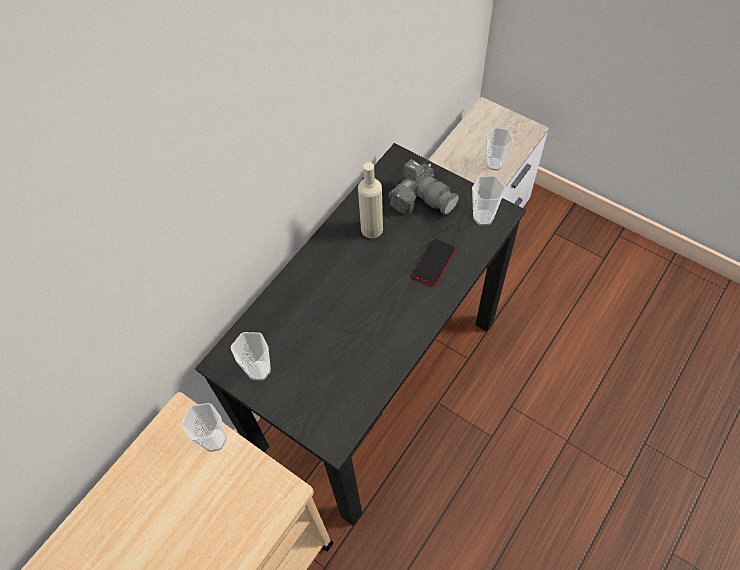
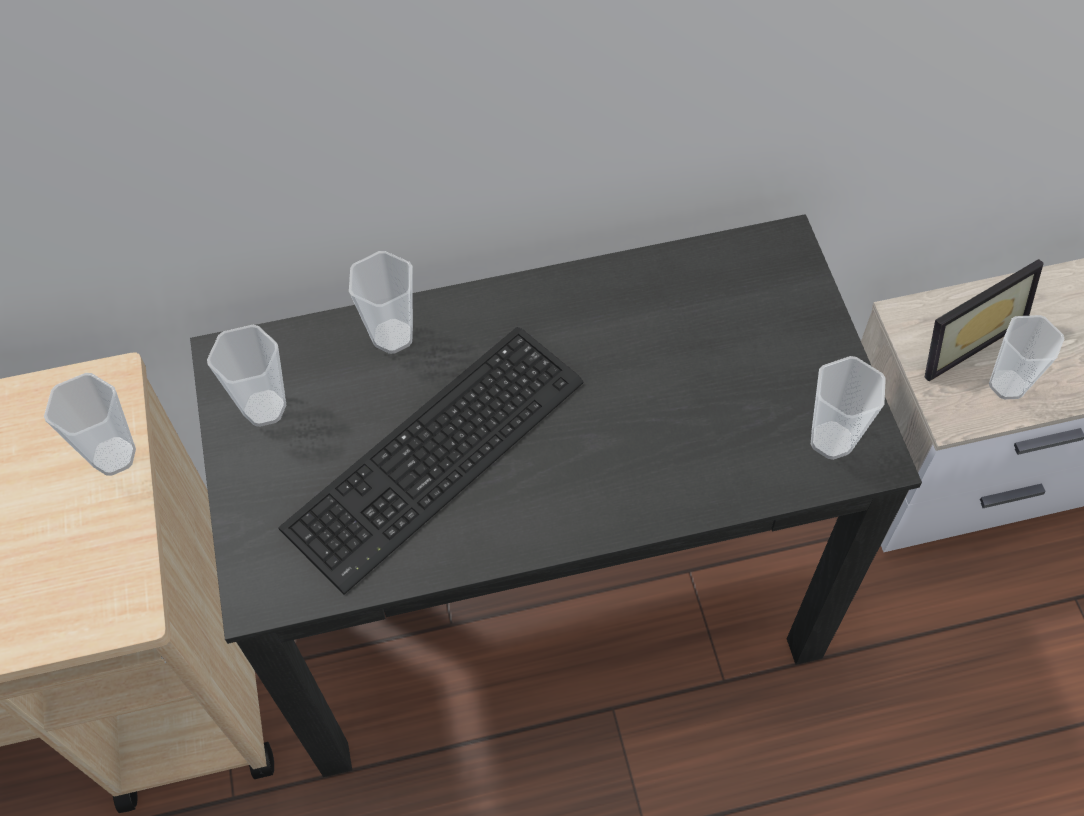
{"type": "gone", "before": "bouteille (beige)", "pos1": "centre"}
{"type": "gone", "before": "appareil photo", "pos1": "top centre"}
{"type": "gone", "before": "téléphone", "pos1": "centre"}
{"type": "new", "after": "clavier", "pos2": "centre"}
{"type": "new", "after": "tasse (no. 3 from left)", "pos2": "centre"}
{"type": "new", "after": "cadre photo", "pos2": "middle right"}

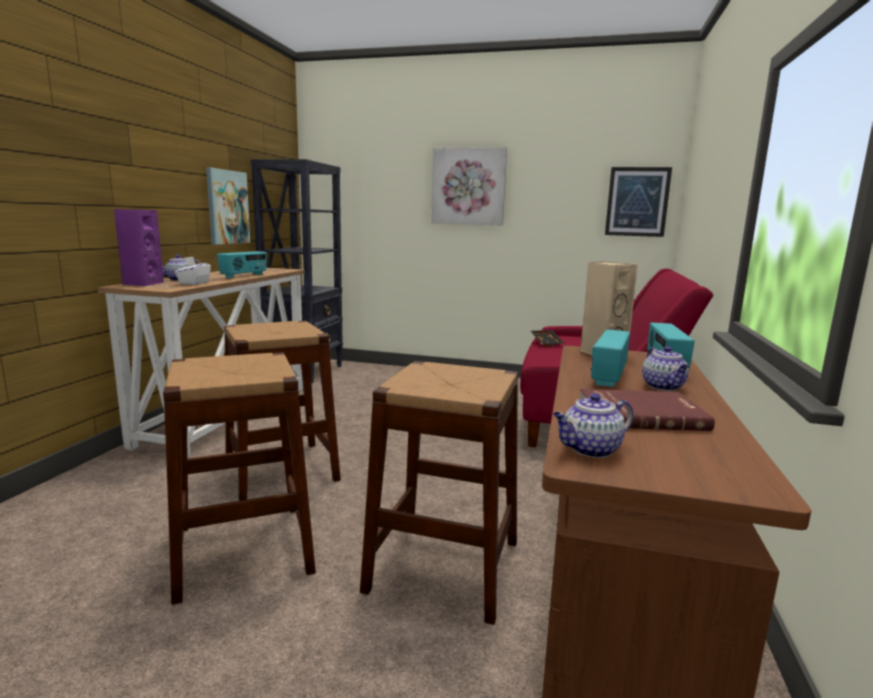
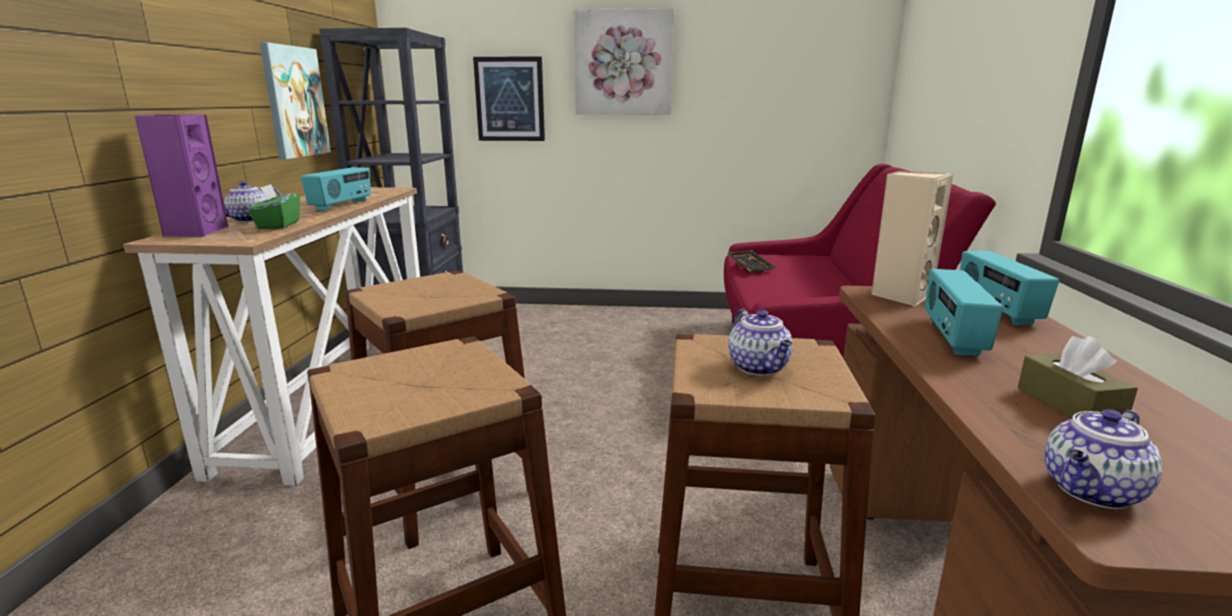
{"type": "shifted", "before": "tableau (no. 3 from left in the first image)", "after": "tableau (no. 2 from left)", "pos1": "top right", "pos2": "top centre"}
{"type": "shifted", "before": "théière (no. 3 from left in the first image)", "after": "théière (no. 2 from left)", "pos1": "middle right", "pos2": "centre"}
{"type": "swapped", "before": "livre (rouge)", "after": "boîte à mouchoirs (marron)", "pos1": "middle right", "pos2": "middle right"}
{"type": "repainted", "before": "boîte à mouchoirs (blanc)", "after": "boîte à mouchoirs (vert)", "pos1": "middle left", "pos2": "middle left"}

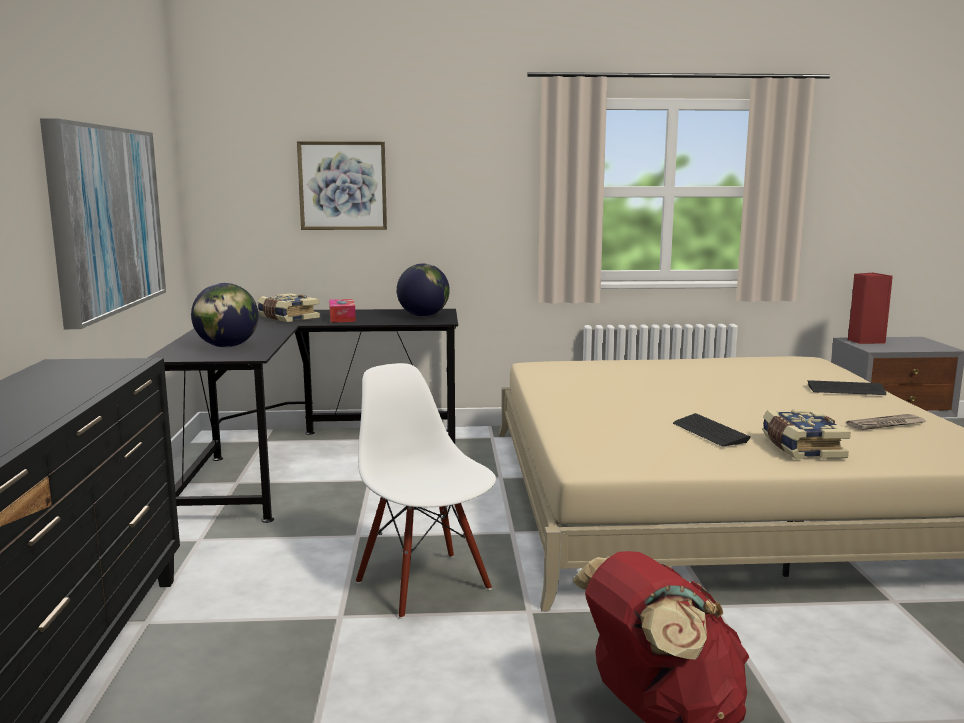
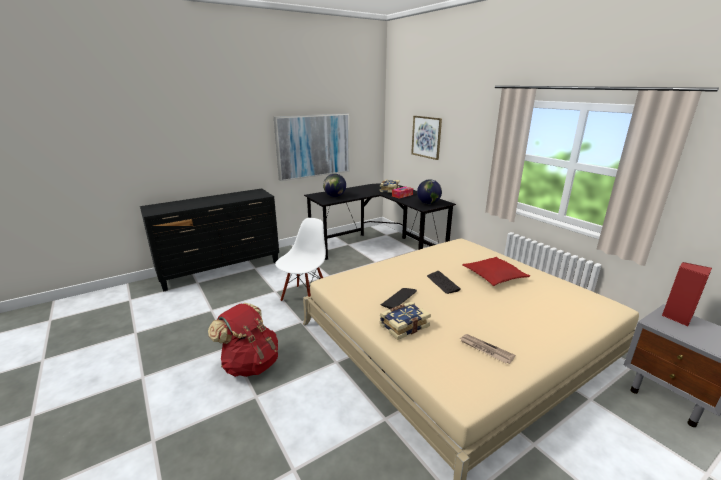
{"type": "new", "after": "coussin (rouge)", "pos2": "middle right"}
{"type": "shifted", "before": "clavier (no. 2 from left)", "pos1": "middle right", "pos2": "centre"}

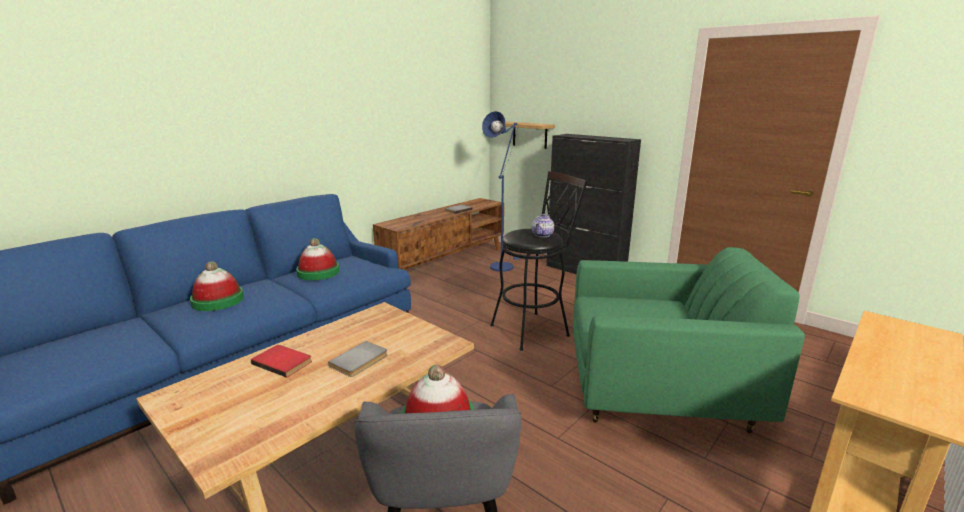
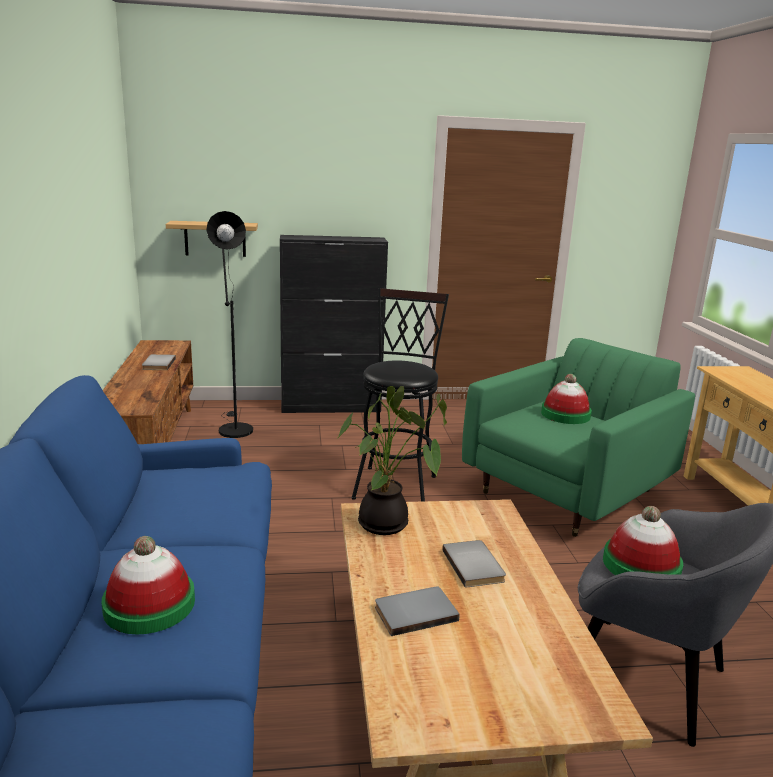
{"type": "gone", "before": "théière", "pos1": "centre"}
{"type": "new", "after": "plante en pot", "pos2": "centre"}
{"type": "shifted", "before": "chapeau (no. 2 from left)", "pos1": "middle left", "pos2": "middle right"}
{"type": "repainted", "before": "livre (rouge)", "after": "livre (gris) (no. 2 from left)", "pos1": "bottom left", "pos2": "bottom centre"}
{"type": "repainted", "before": "lampadaire (bleu)", "after": "lampadaire (noir)", "pos1": "centre", "pos2": "middle left"}

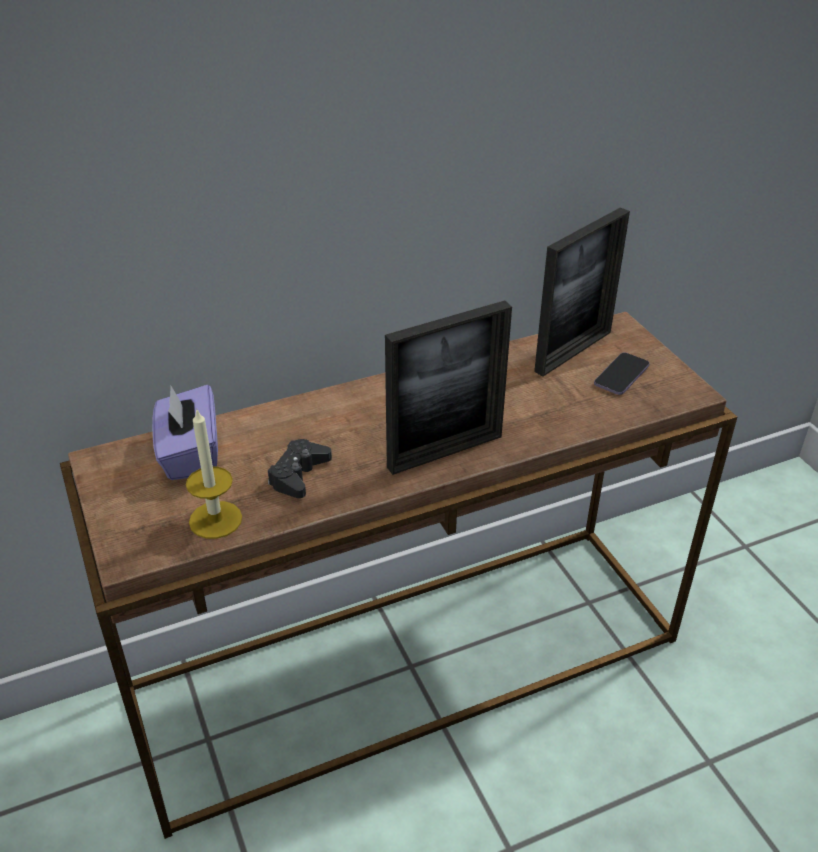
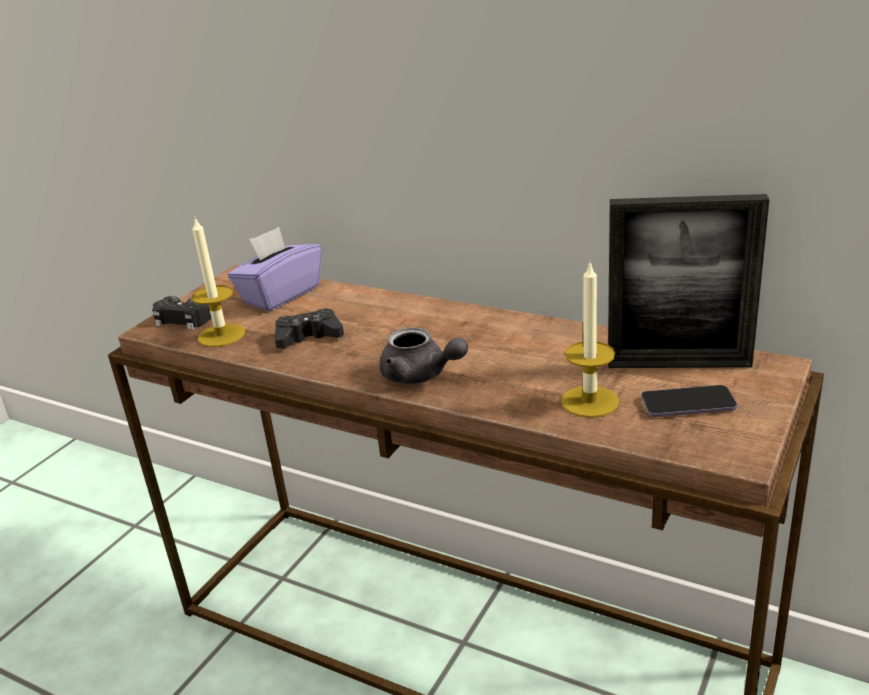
{"type": "new", "after": "manette (noir) (no. 1 from left)", "pos2": "middle left"}
{"type": "new", "after": "bougie (no. 2 from left)", "pos2": "middle right"}
{"type": "swapped", "before": "cadre photo (no. 1 from left)", "after": "théière (gris)", "pos1": "centre", "pos2": "centre"}

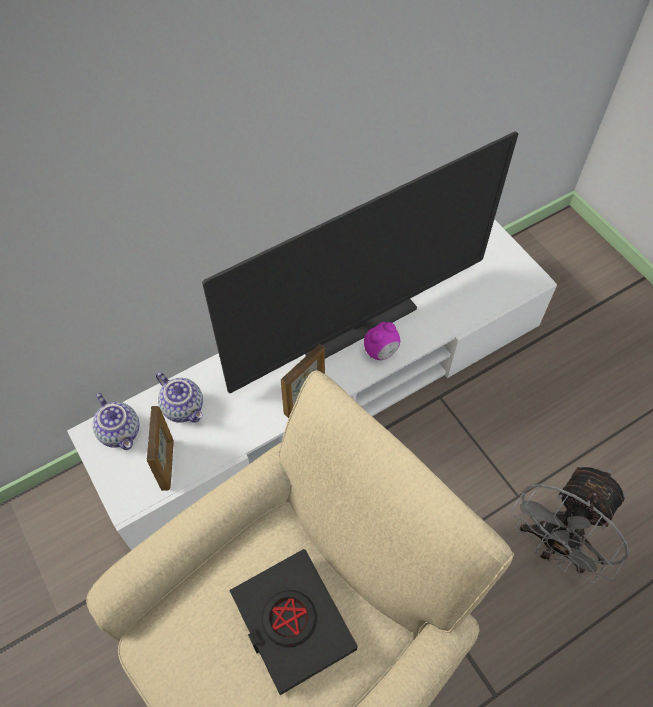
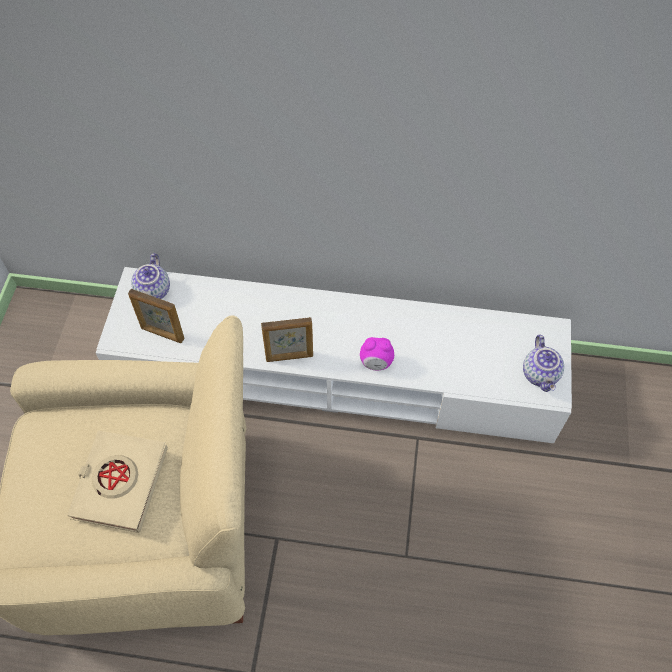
{"type": "gone", "before": "téléviseur", "pos1": "centre"}
{"type": "gone", "before": "ventilateur (gris)", "pos1": "bottom right"}
{"type": "shifted", "before": "théière (no. 2 from left)", "pos1": "middle left", "pos2": "middle right"}
{"type": "repainted", "before": "livre (noir)", "after": "livre (beige)", "pos1": "bottom centre", "pos2": "bottom left"}
{"type": "rotated", "before": "cadre photo (no. 1 from left)", "pos1": "middle left", "pos2": "middle left", "turn": 75}

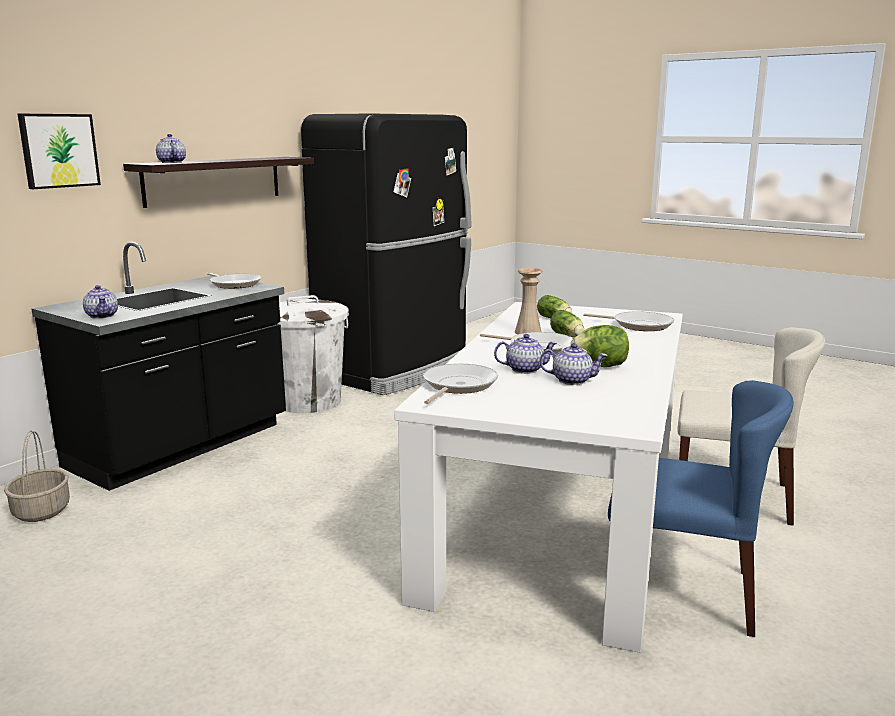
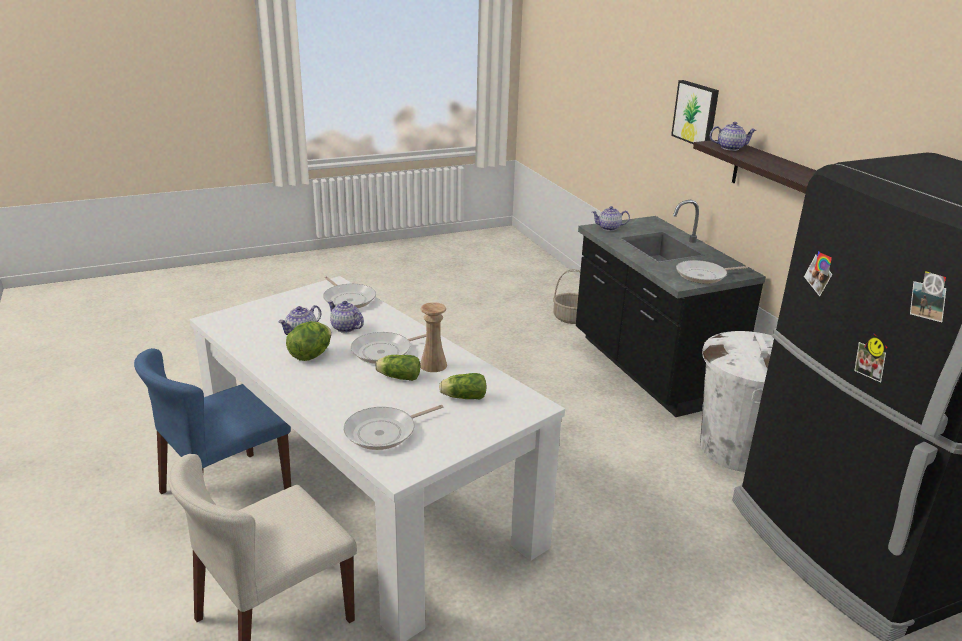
{"type": "rotated", "before": "théière (no. 3 from left in the first image)", "pos1": "centre", "pos2": "centre", "turn": 105}

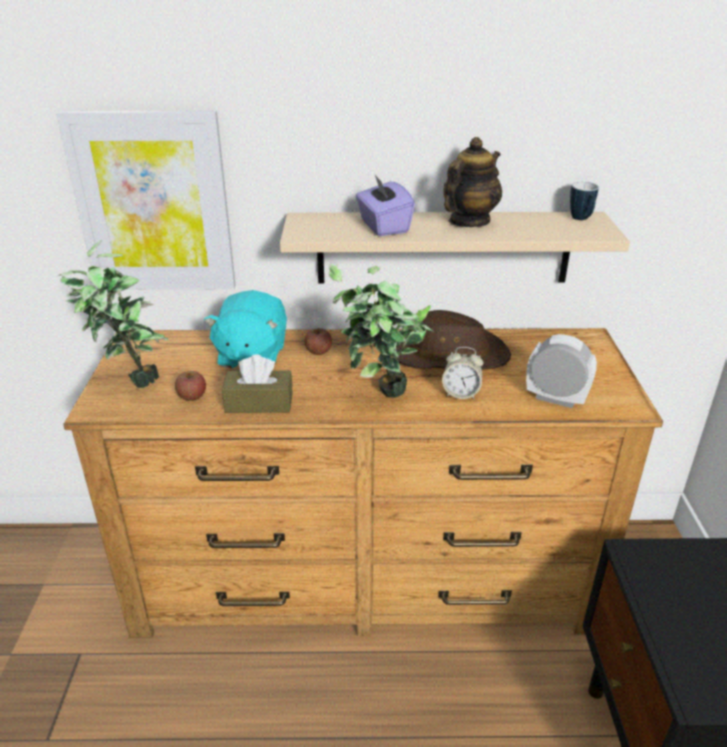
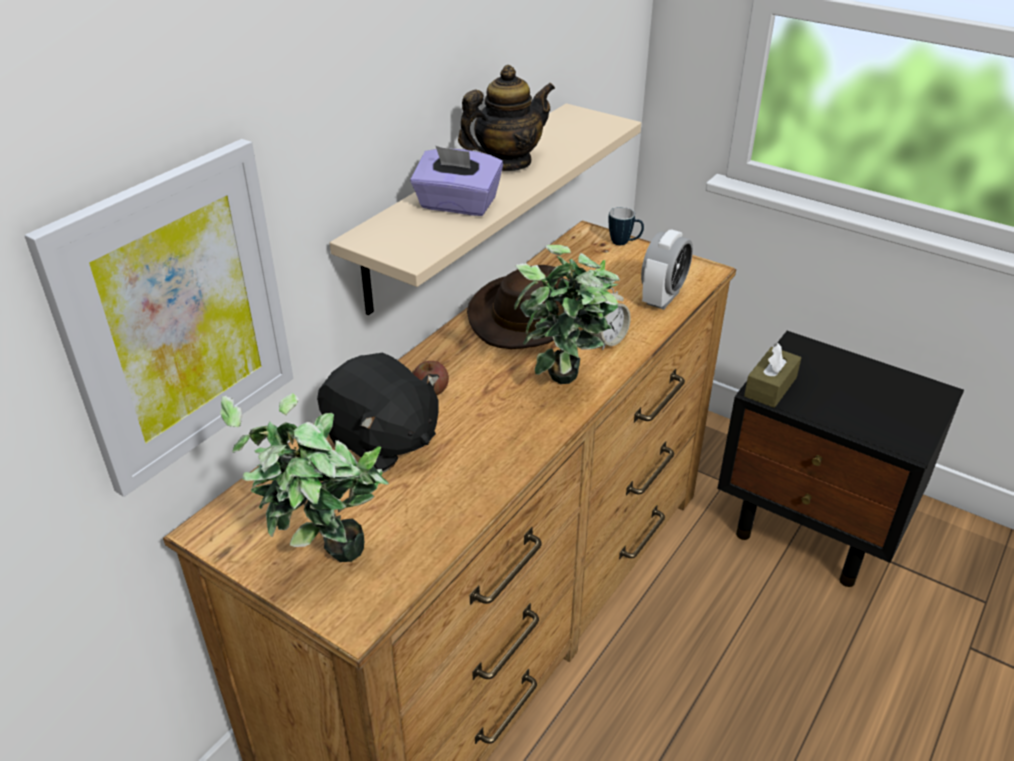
{"type": "gone", "before": "pomme (no. 1 from left)", "pos1": "middle left"}
{"type": "shifted", "before": "boîte à mouchoirs (marron)", "pos1": "centre", "pos2": "middle right"}
{"type": "shifted", "before": "mug", "pos1": "top right", "pos2": "top centre"}
{"type": "repainted", "before": "peluche (turquoise)", "after": "peluche (noir)", "pos1": "centre", "pos2": "centre"}
{"type": "rotated", "before": "théière", "pos1": "top centre", "pos2": "top centre", "turn": 75}
{"type": "rotated", "before": "réveil (no. 2 from left)", "pos1": "middle right", "pos2": "centre", "turn": 150}

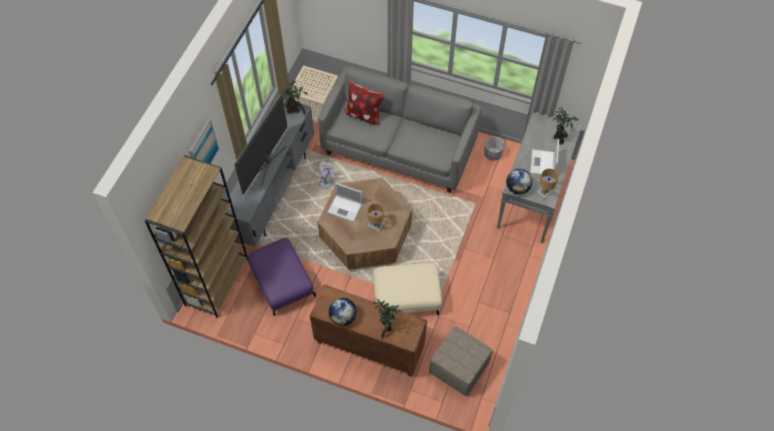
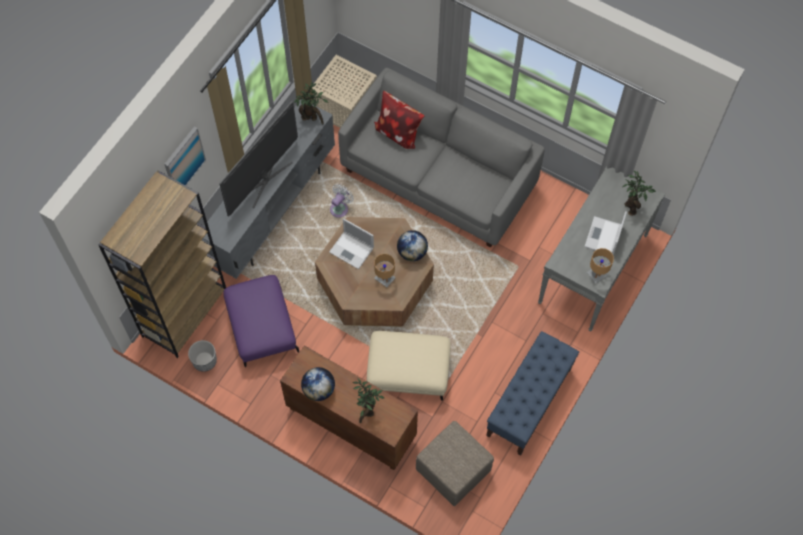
{"type": "new", "after": "banc (bleu)", "pos2": "bottom centre"}
{"type": "shifted", "before": "cache-pot", "pos1": "centre", "pos2": "middle left"}
{"type": "shifted", "before": "globe (no. 2 from left)", "pos1": "middle right", "pos2": "centre"}

